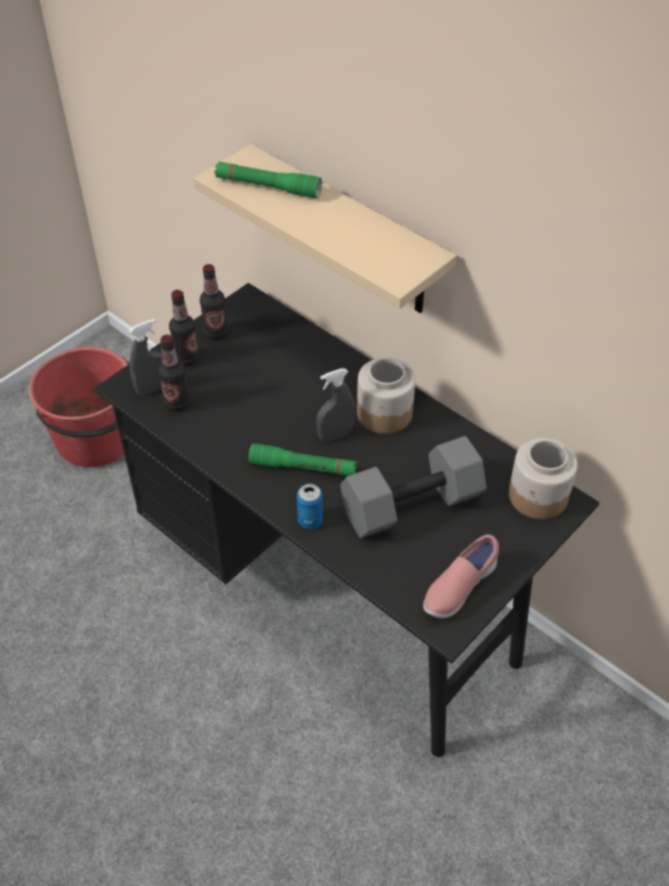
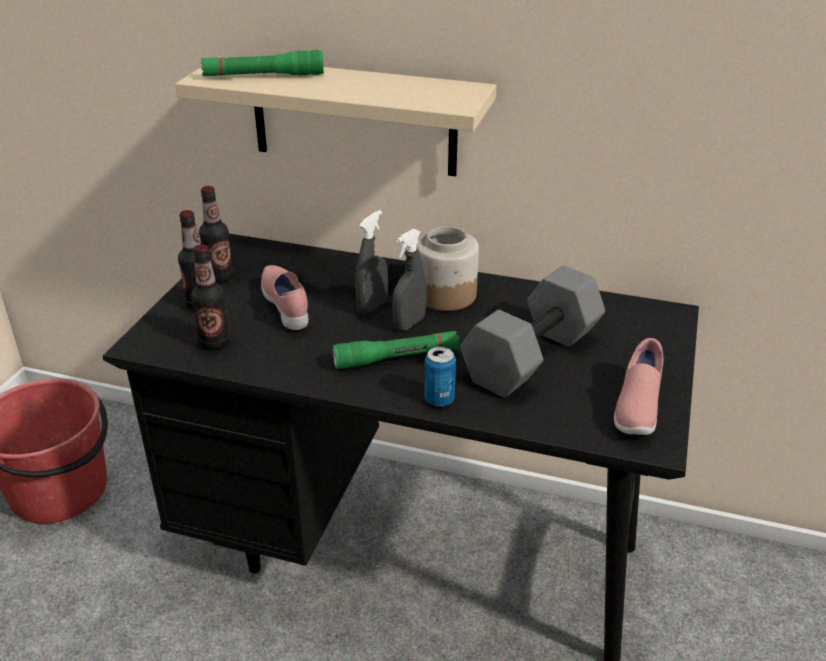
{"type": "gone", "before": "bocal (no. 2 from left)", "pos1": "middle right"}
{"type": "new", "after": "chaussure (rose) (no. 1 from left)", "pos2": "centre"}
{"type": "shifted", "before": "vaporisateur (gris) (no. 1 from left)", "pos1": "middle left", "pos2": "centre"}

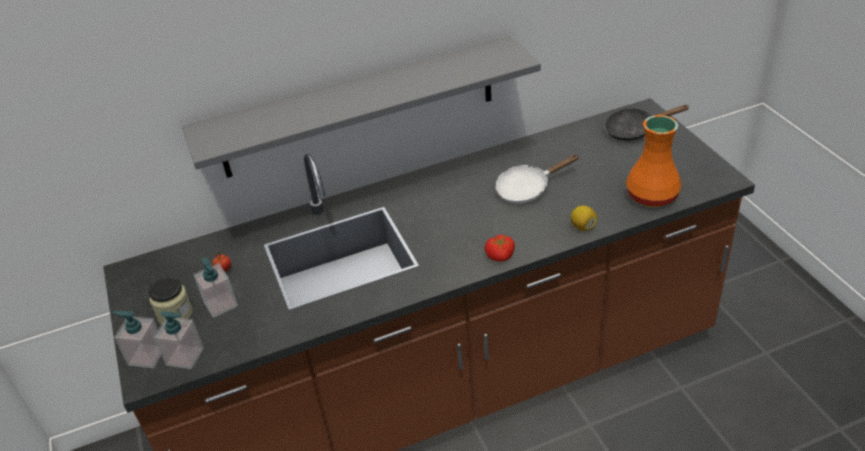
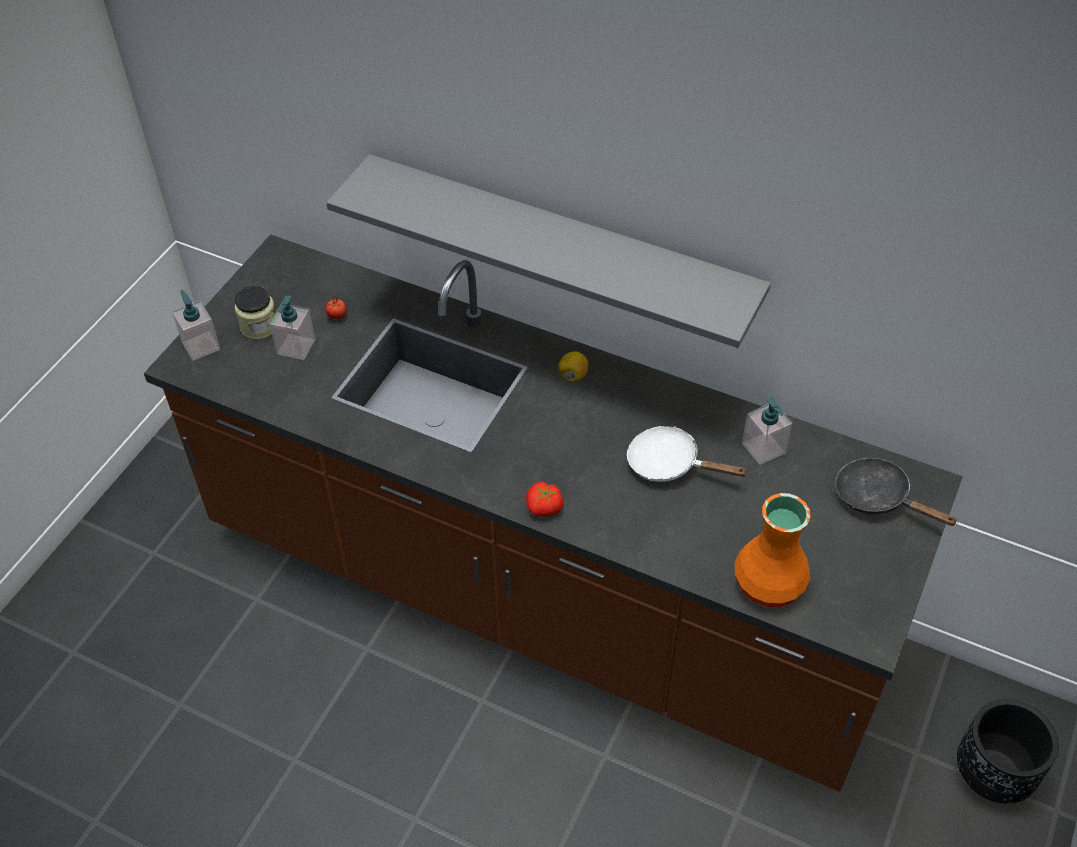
{"type": "new", "after": "cache-pot (noir)", "pos2": "bottom right"}
{"type": "shifted", "before": "distributeur de savon (no. 2 from left in the first image)", "after": "distributeur de savon (no. 3 from left)", "pos1": "bottom left", "pos2": "middle right"}
{"type": "shifted", "before": "citron", "pos1": "middle right", "pos2": "centre"}

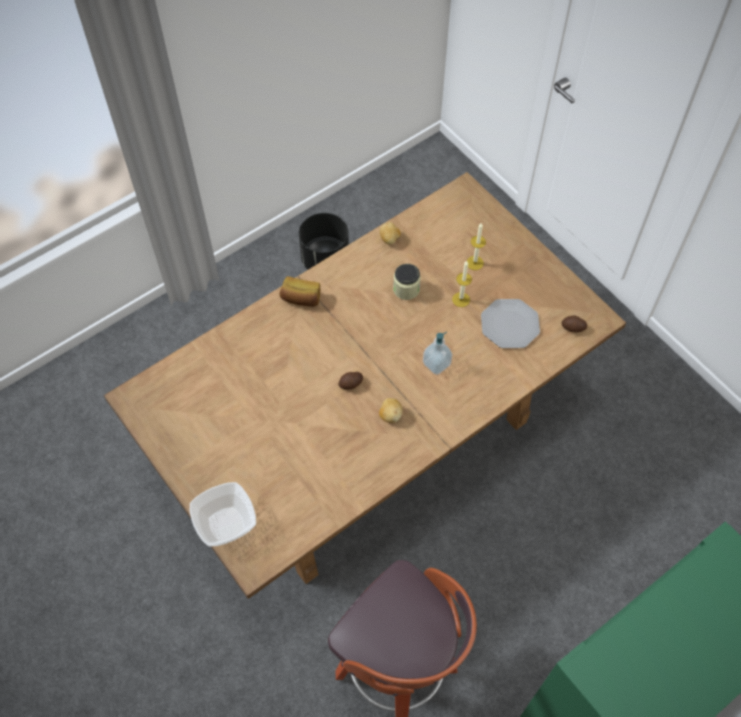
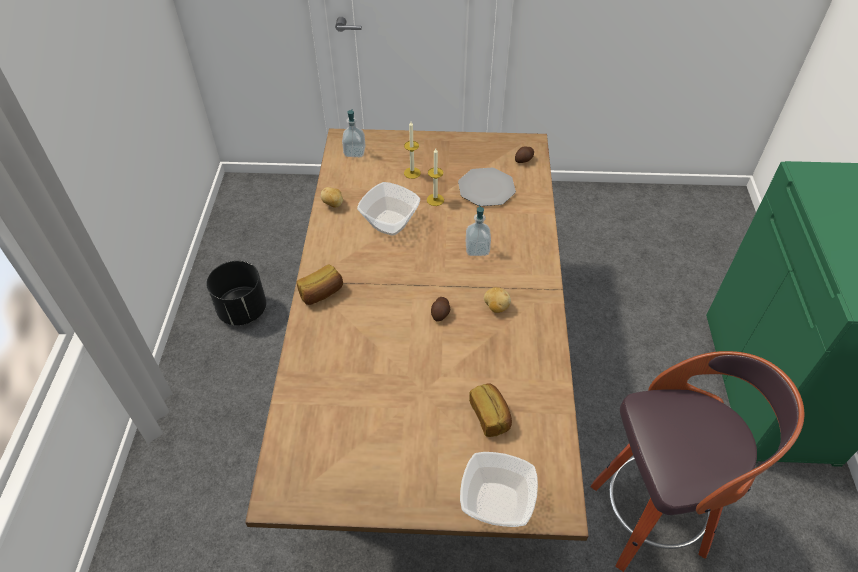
{"type": "new", "after": "distributeur de savon (no. 1 from left)", "pos2": "top centre"}
{"type": "new", "after": "pain (no. 2 from left)", "pos2": "bottom centre"}
{"type": "swapped", "before": "bocal", "after": "bol (no. 1 from left)", "pos1": "centre", "pos2": "centre"}

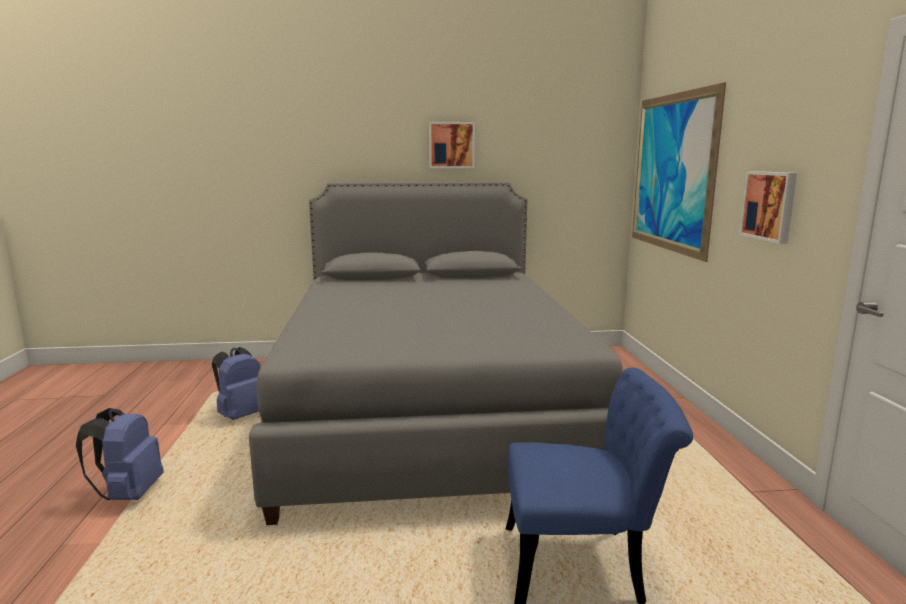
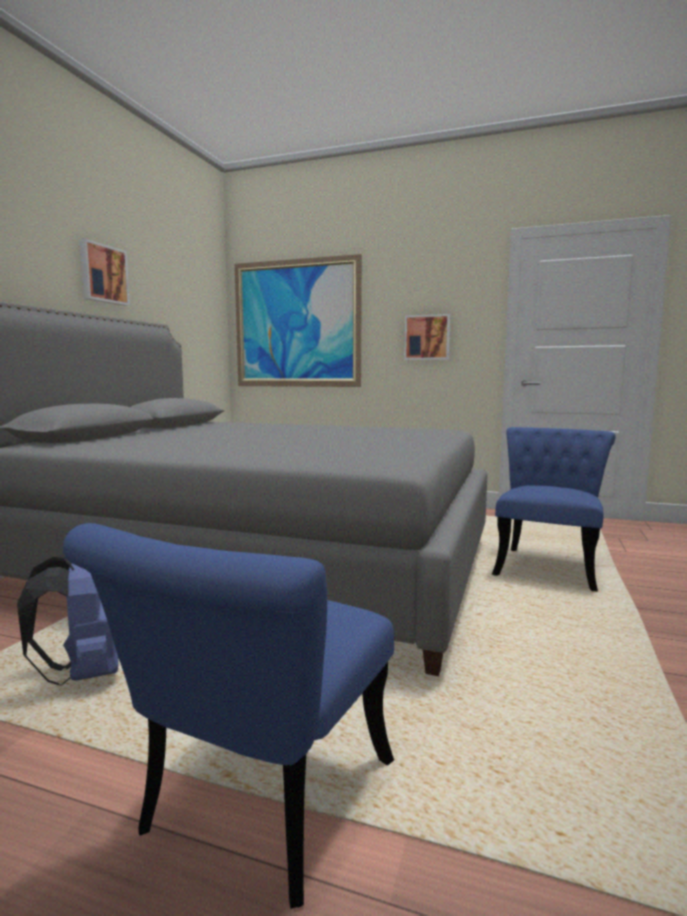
{"type": "swapped", "before": "sac à dos (bleu) (no. 1 from left)", "after": "chaise (bleu) (no. 1 from left)", "pos1": "bottom left", "pos2": "bottom left"}

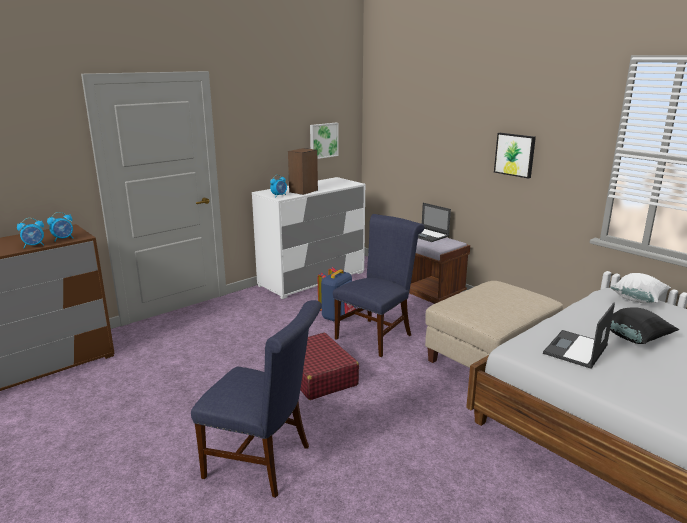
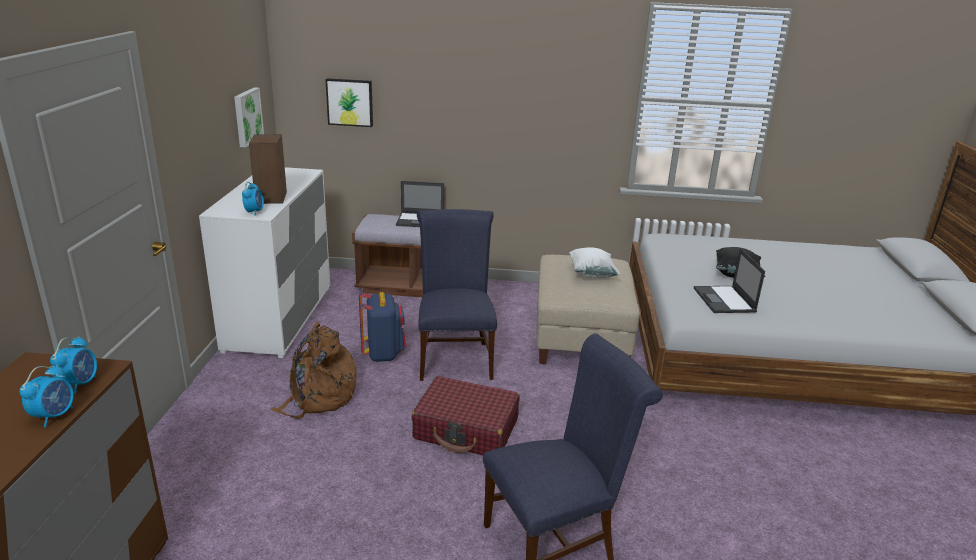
{"type": "new", "after": "sac à dos (marron)", "pos2": "middle left"}
{"type": "shifted", "before": "tableau (no. 2 from left)", "pos1": "top right", "pos2": "top centre"}
{"type": "shifted", "before": "coussin (blanc)", "pos1": "middle right", "pos2": "centre"}

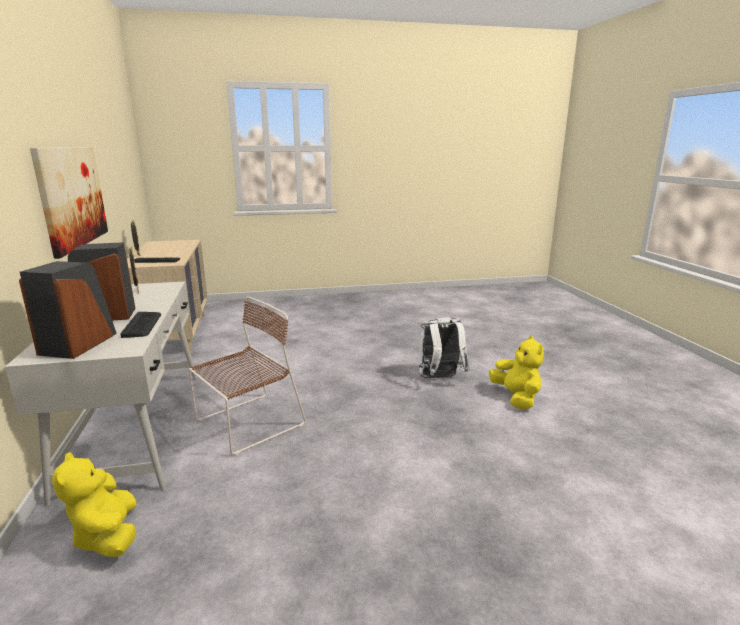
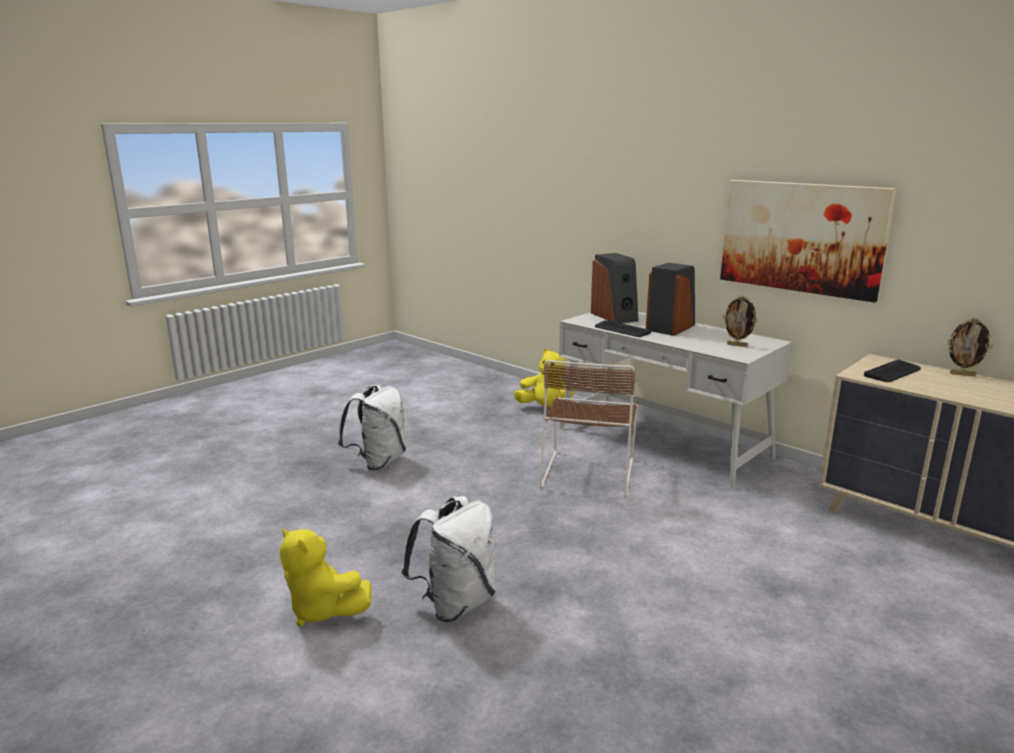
{"type": "new", "after": "sac à dos (blanc) (no. 1 from left)", "pos2": "centre"}

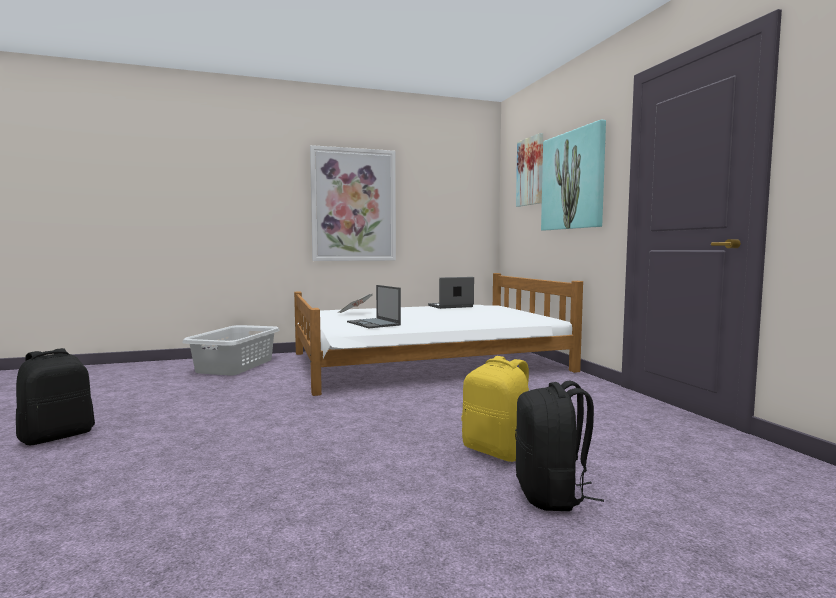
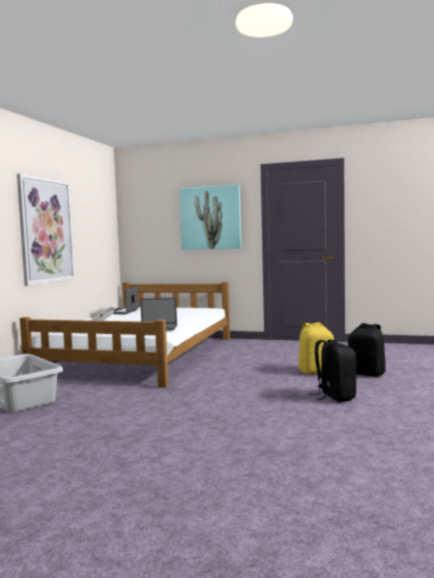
{"type": "gone", "before": "tableau (no. 2 from left)", "pos1": "top centre"}
{"type": "shifted", "before": "sac à dos (noir) (no. 1 from left)", "pos1": "middle left", "pos2": "middle right"}

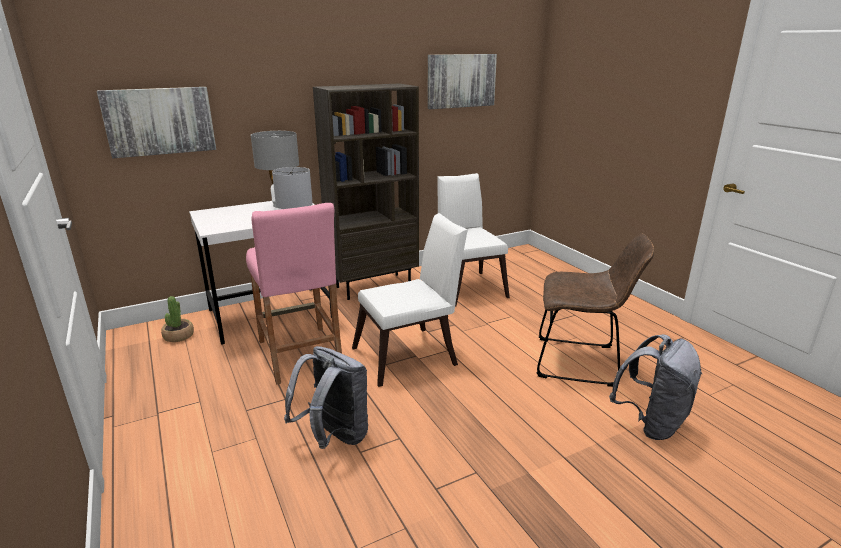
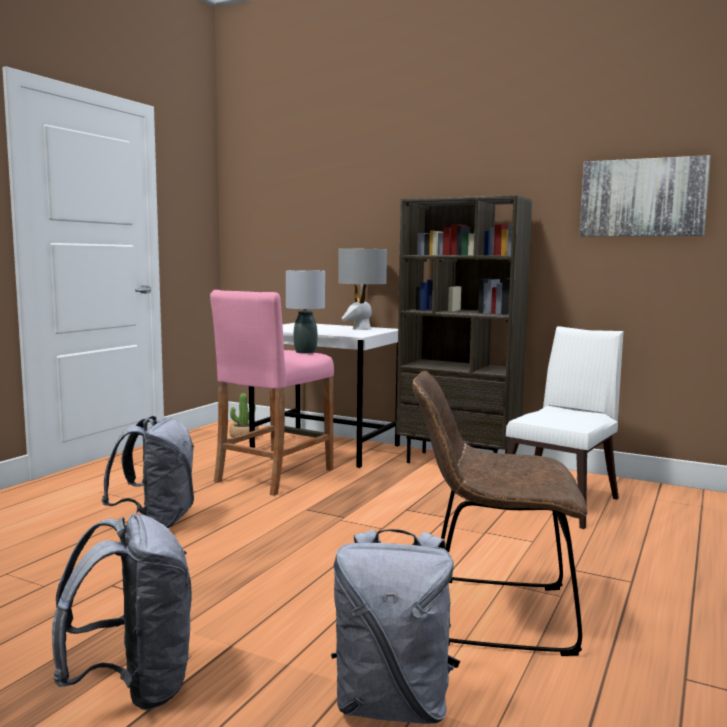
{"type": "gone", "before": "tableau (no. 1 from left)", "pos1": "top left"}
{"type": "gone", "before": "chaise (blanc) (no. 1 from left)", "pos1": "centre"}
{"type": "new", "after": "sac à dos (gris) (no. 1 from left)", "pos2": "bottom left"}
{"type": "rotated", "before": "chaise (marron)", "pos1": "middle right", "pos2": "bottom right", "turn": 120}

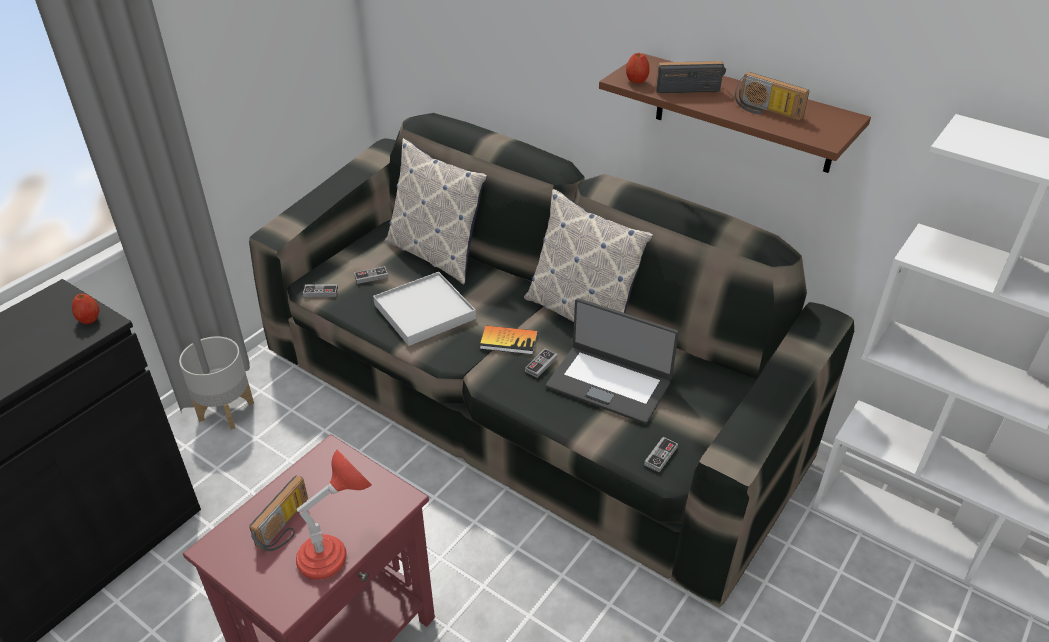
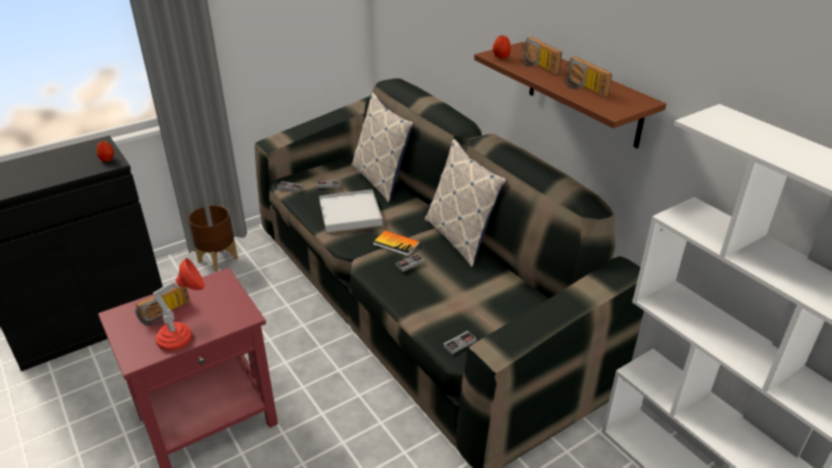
{"type": "gone", "before": "ordinateur portable", "pos1": "centre"}
{"type": "repainted", "before": "cache-pot (gris)", "after": "cache-pot (marron)", "pos1": "middle left", "pos2": "middle left"}
{"type": "rotated", "before": "radio (no. 2 from left)", "pos1": "top centre", "pos2": "top centre", "turn": -135}

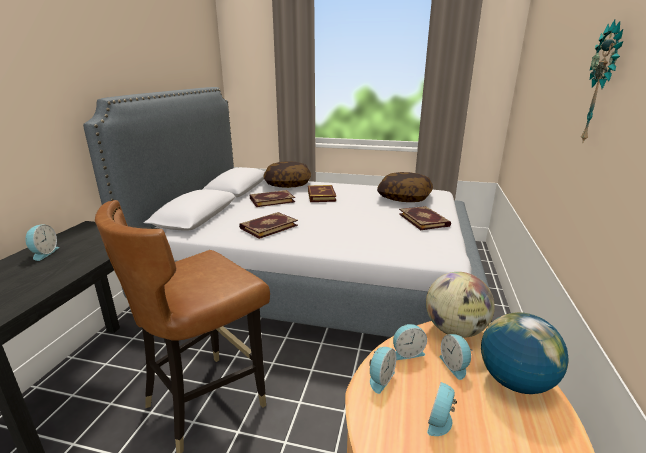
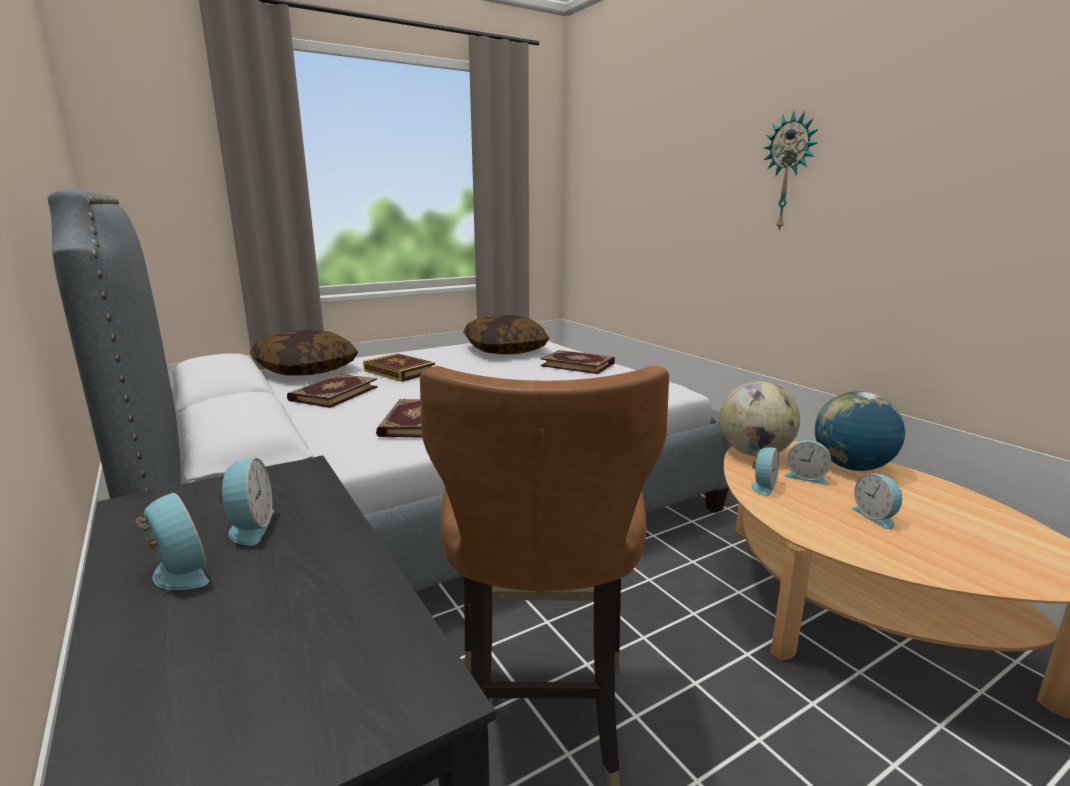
{"type": "shifted", "before": "réveil (no. 2 from left)", "pos1": "bottom centre", "pos2": "middle left"}

